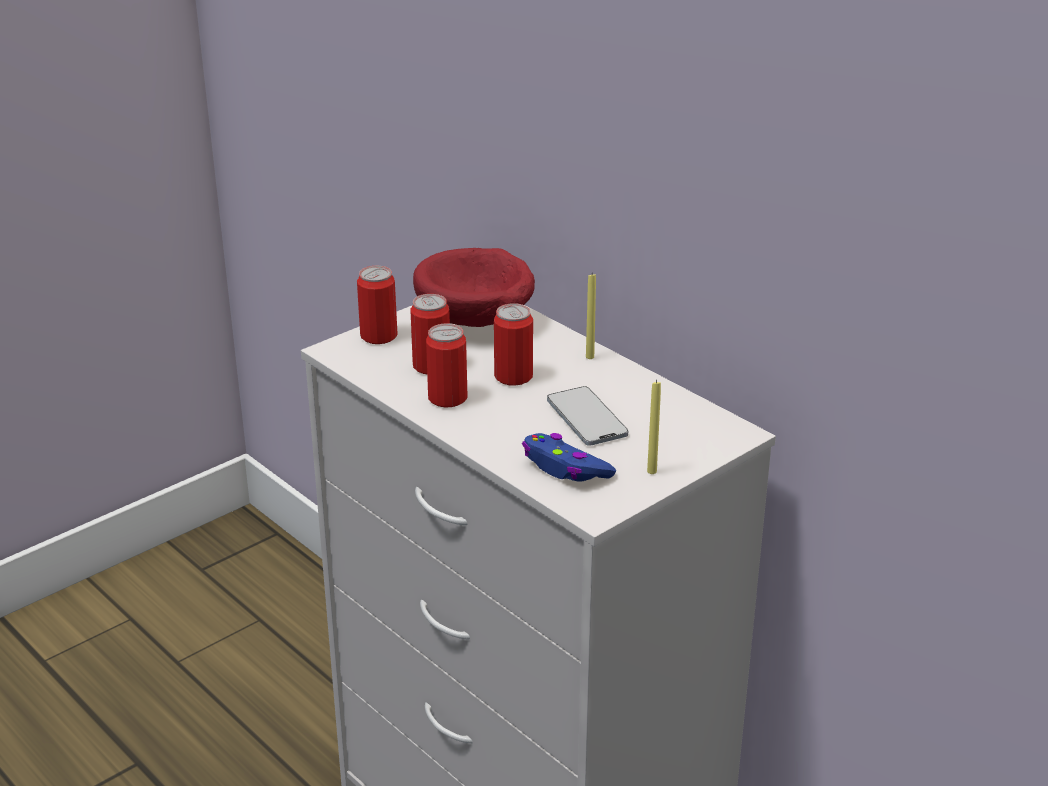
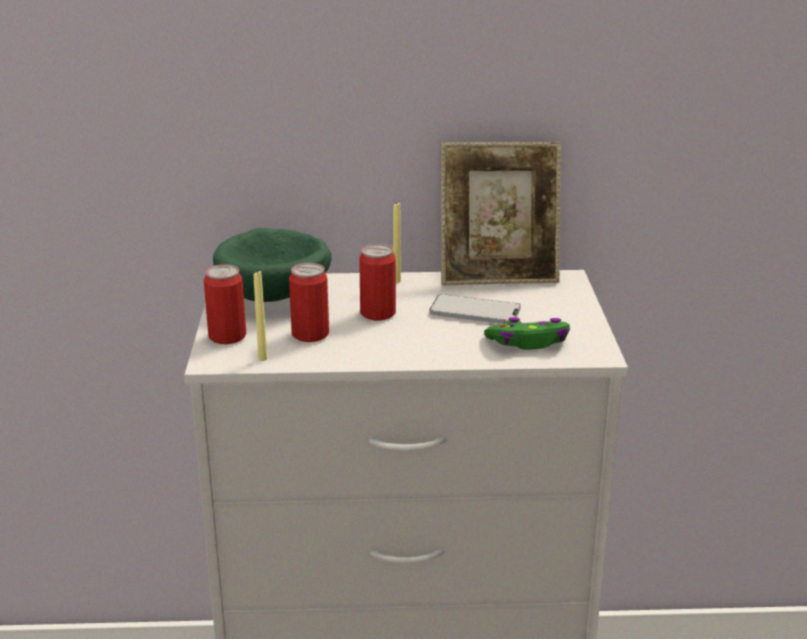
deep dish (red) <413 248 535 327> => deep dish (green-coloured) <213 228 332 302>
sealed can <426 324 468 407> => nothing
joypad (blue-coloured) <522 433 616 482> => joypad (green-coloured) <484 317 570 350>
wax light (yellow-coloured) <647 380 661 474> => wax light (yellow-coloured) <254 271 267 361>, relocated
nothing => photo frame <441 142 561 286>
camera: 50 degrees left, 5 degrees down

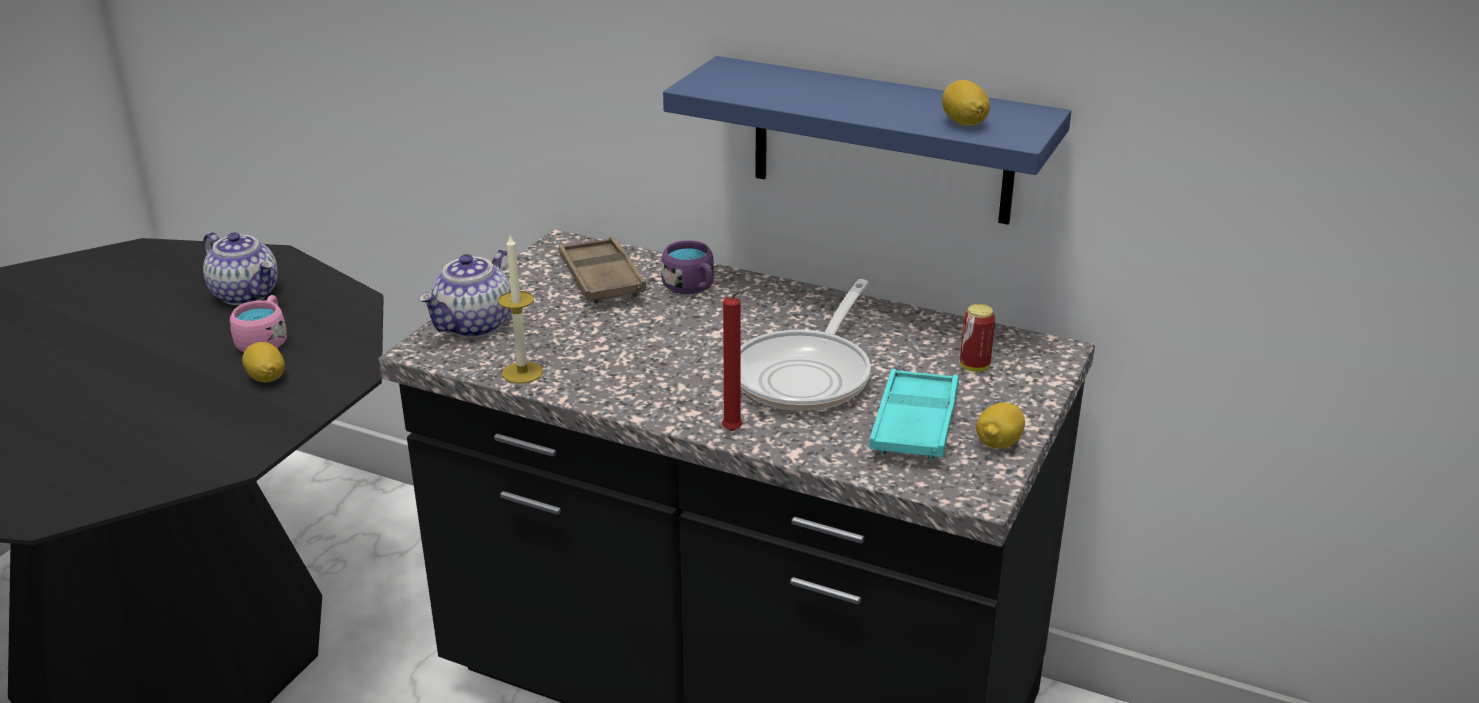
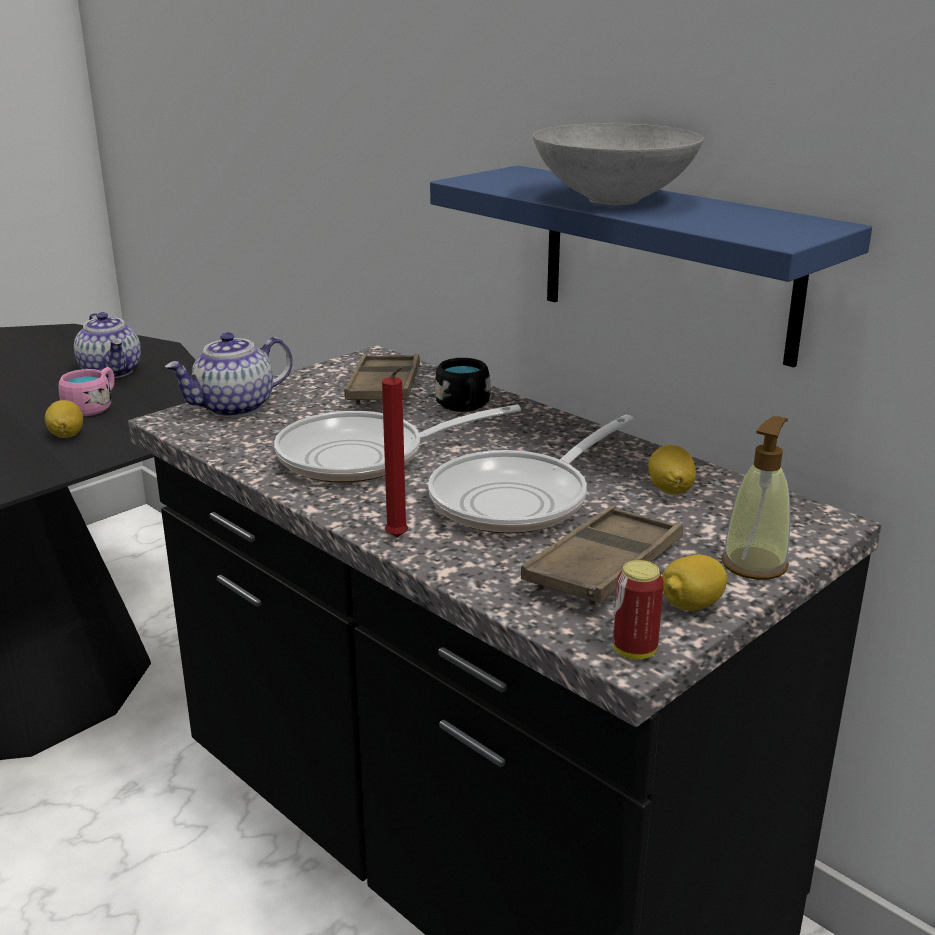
wax light <498 235 543 383> => nothing
coffee mug (purplish) <661 240 714 294> => coffee mug (blackish) <435 358 490 412>
serving tray (turquoise-coloured) <869 369 959 460> => serving tray (brown) <521 506 683 606>
citrus fruit <942 80 990 126> => citrus fruit <648 445 696 494>, relocated
sealed can <960 304 995 372> => sealed can <613 560 664 660>, relocated
nothing => frying pan <274 405 521 483>
nothing => deep dish (grey) <533 123 703 205>
nothing => soap dispenser <721 416 790 580>
camera: 20 degrees right, 5 degrees down

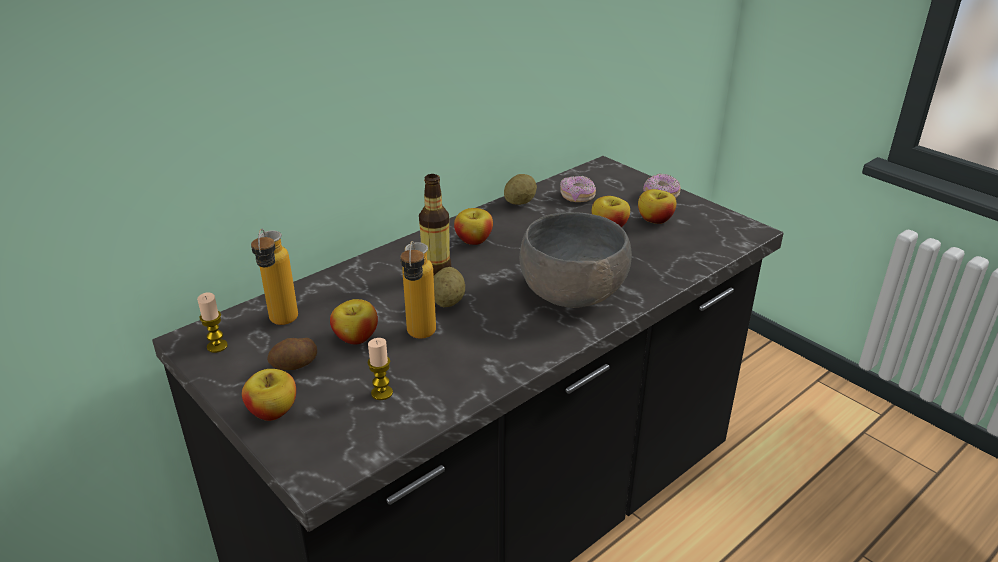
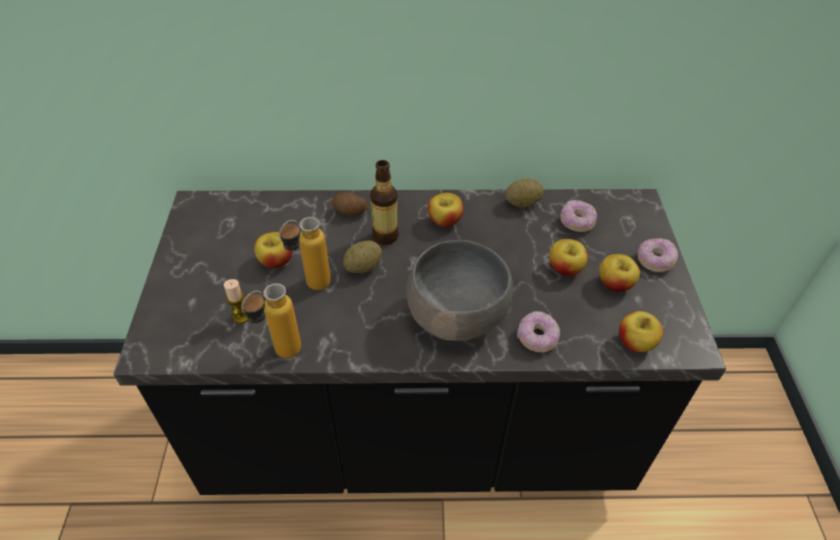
wax light <197 293 228 353> => nothing
apple fruit <242 369 296 421> => apple fruit <619 311 663 353>, relocated
bottle <251 228 298 325> => bottle <241 283 301 358>, relocated
whole potato <267 338 317 370> => whole potato <332 192 368 216>, relocated
nothing => ring doughnut <517 311 560 352>
camera: 40 degrees right, 15 degrees up

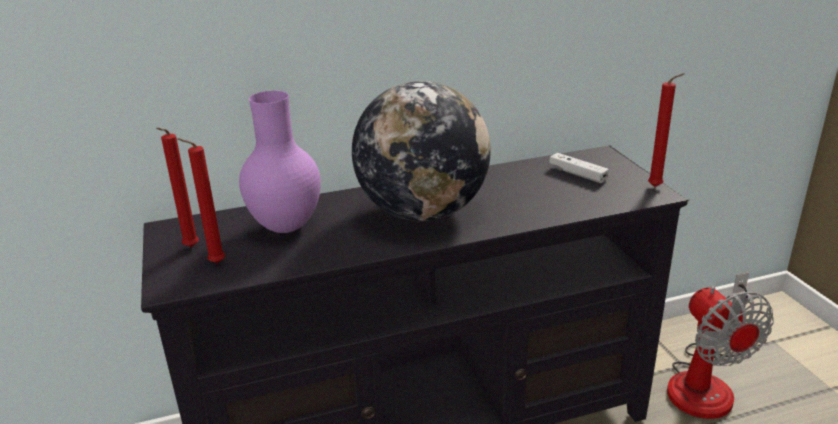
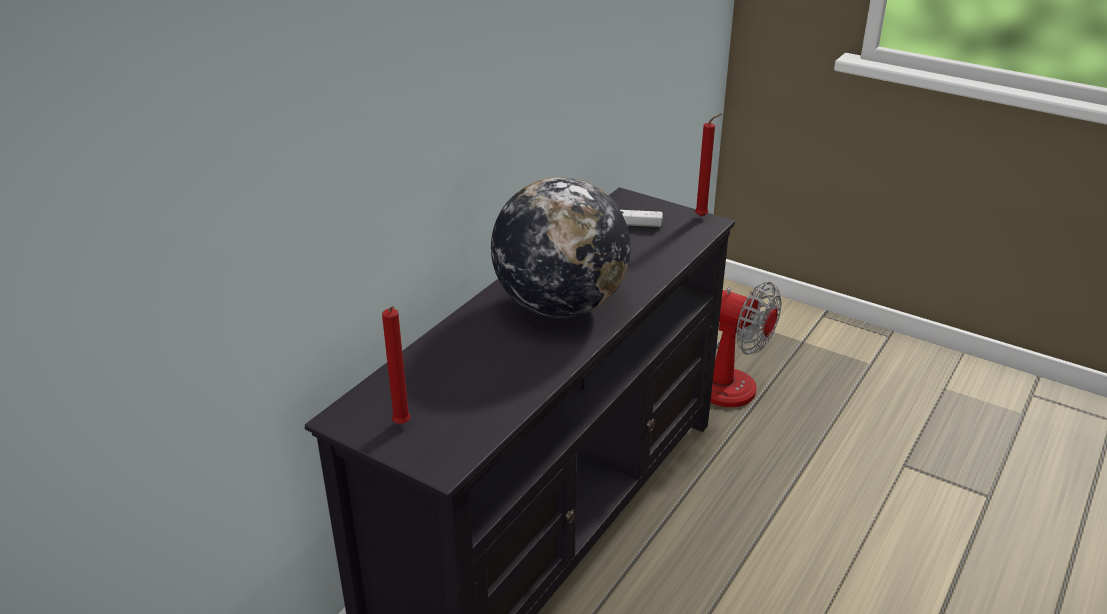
wax light (red) <178 138 225 263> => nothing
flower vase (purplish) <239 91 321 233> => nothing
camera: 40 degrees left, 5 degrees up

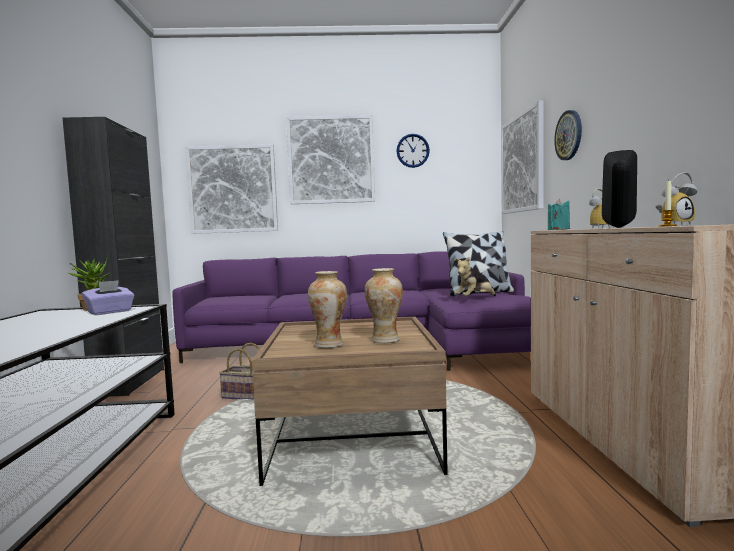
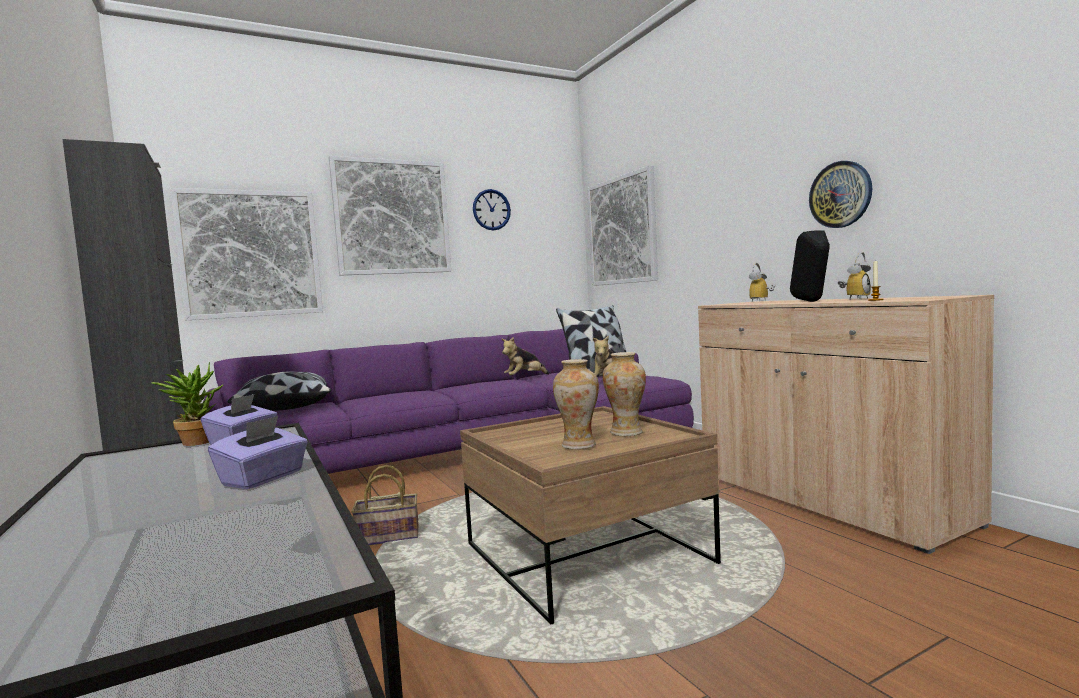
wax light (turquoise-coloured) <548 199 570 230> => nothing
wall clock <554 110 582 160> => wall clock <809 161 872 228>, relocated
nothing => tissue box (purplish) <208 416 308 489>
nothing => pillow <228 372 331 411>
nothing => plush toy <501 337 549 375>
camera: 25 degrees left, 0 degrees up

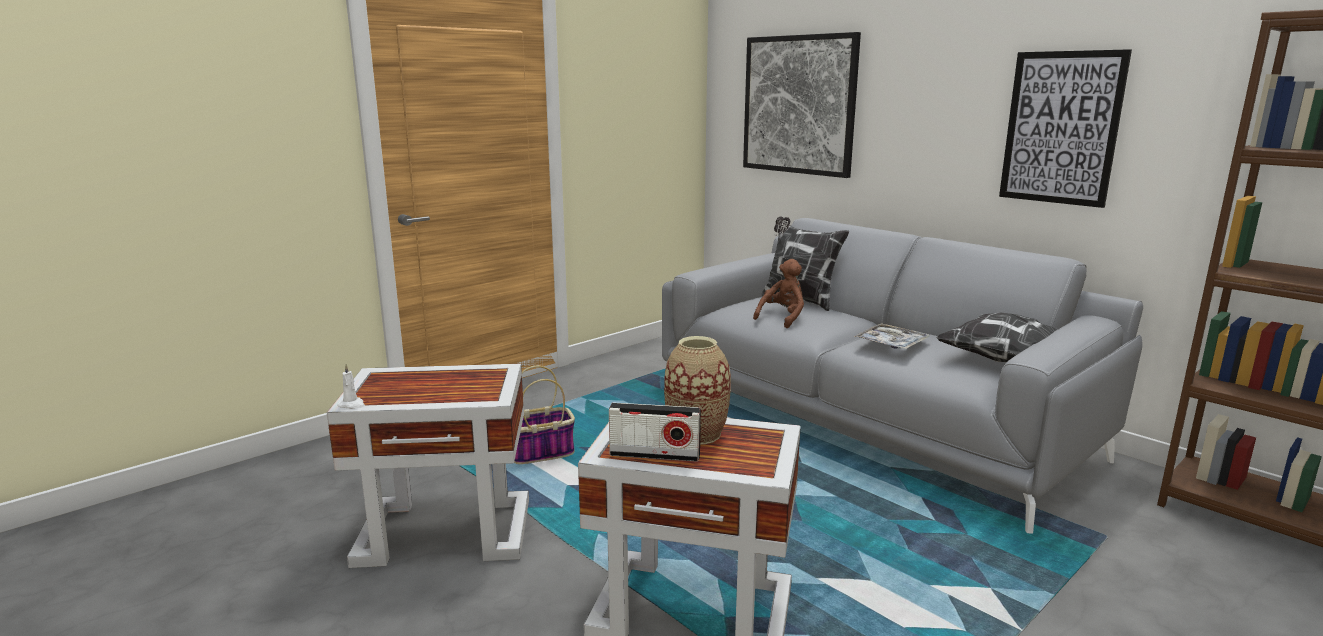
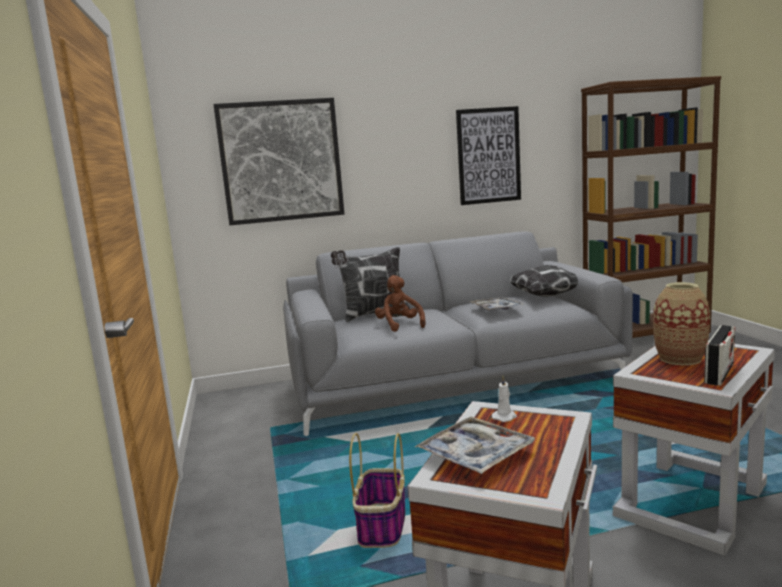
wax light (whitish) <338 364 365 409> => wax light (whitish) <492 376 517 422>, relocated
nothing => serving tray <415 417 535 474>
camera: 60 degrees left, 5 degrees down

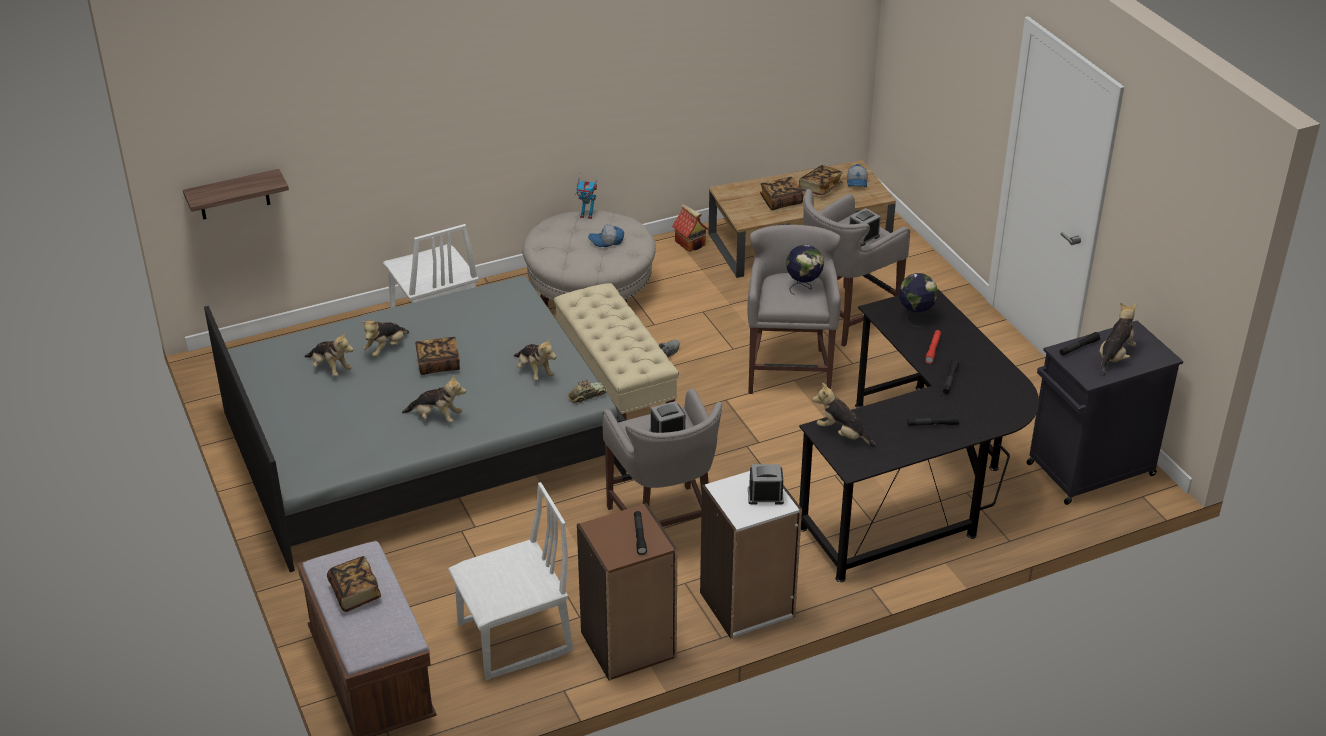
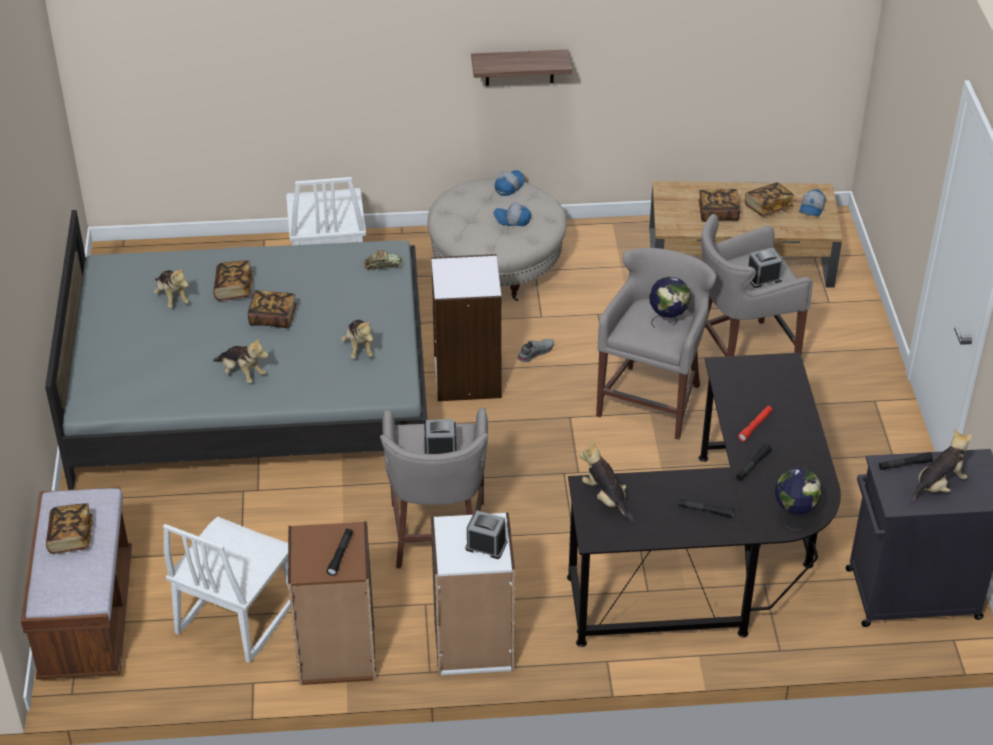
shelf <183 169 289 220> => shelf <471 49 572 86>, relocated
plush toy <361 321 409 357> => book <213 260 253 301>
chair (whitish) <448 482 573 680> => chair (whitish) <163 517 291 663>, 120 degrees clockwise
indoor bench (beige) <554 283 679 420> => shelving unit (whitish) <431 254 502 401>
model car <567 380 607 403> => model car <363 249 402 270>, relocated
toy robot <576 172 597 219> => peaked cap <495 170 524 196>
model house <672 204 708 252> => nothing
desk globe <899 273 938 327> => desk globe <775 468 822 530>, relocated
camera: 20 degrees right, 5 degrees up

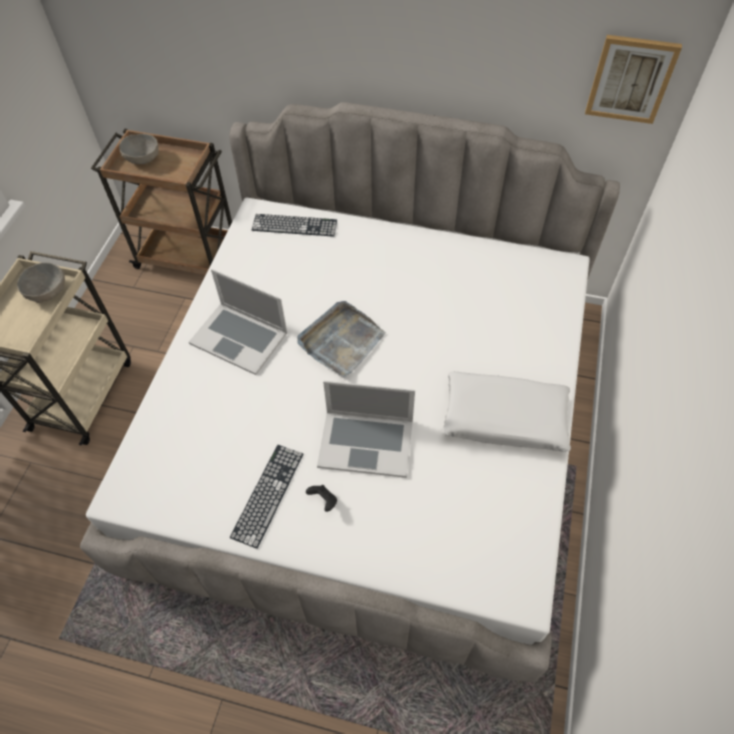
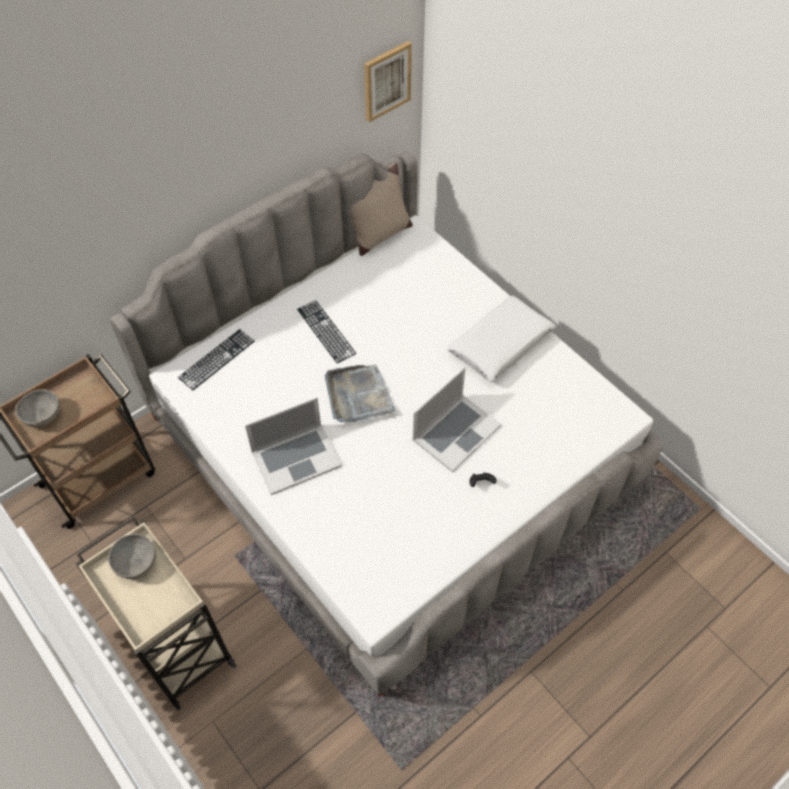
keyboard <230 445 303 549> => keyboard <297 300 356 363>, relocated
nothing => pillow (beige) <350 163 413 256>
camera: 55 degrees left, 0 degrees up

